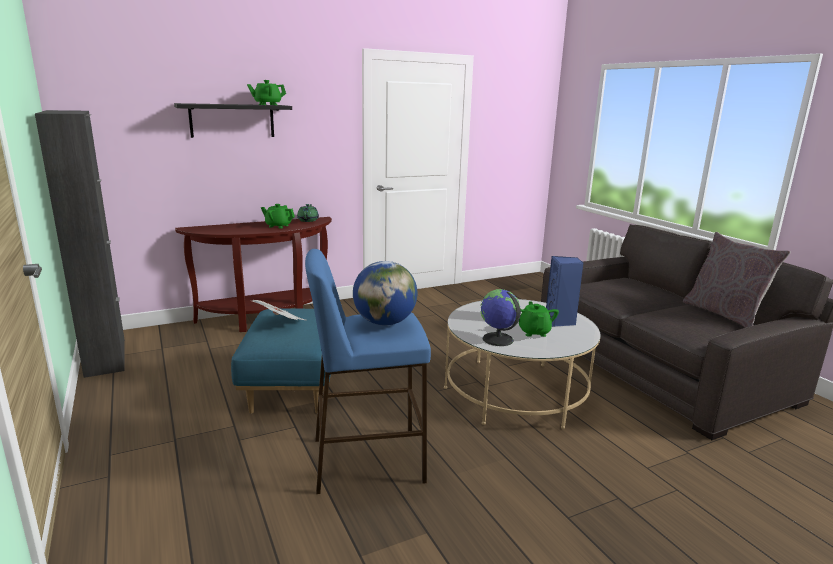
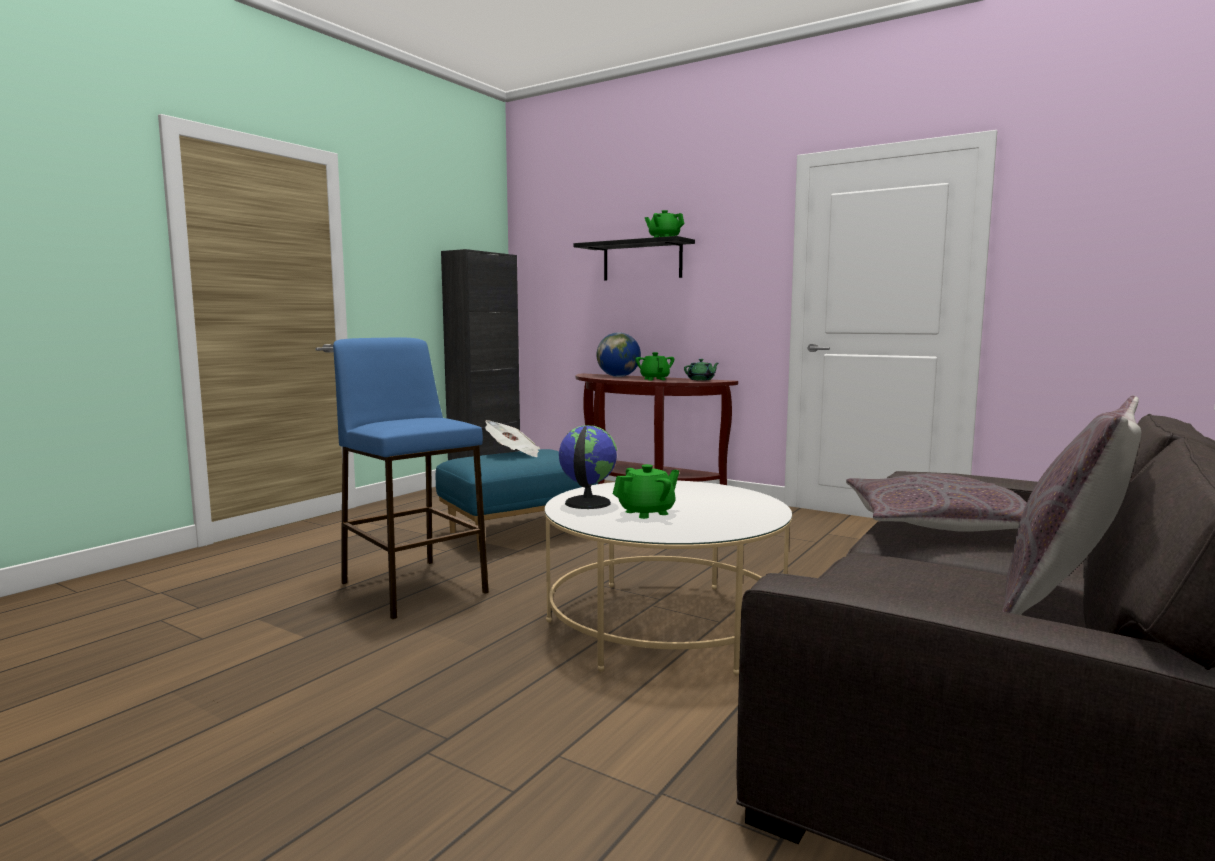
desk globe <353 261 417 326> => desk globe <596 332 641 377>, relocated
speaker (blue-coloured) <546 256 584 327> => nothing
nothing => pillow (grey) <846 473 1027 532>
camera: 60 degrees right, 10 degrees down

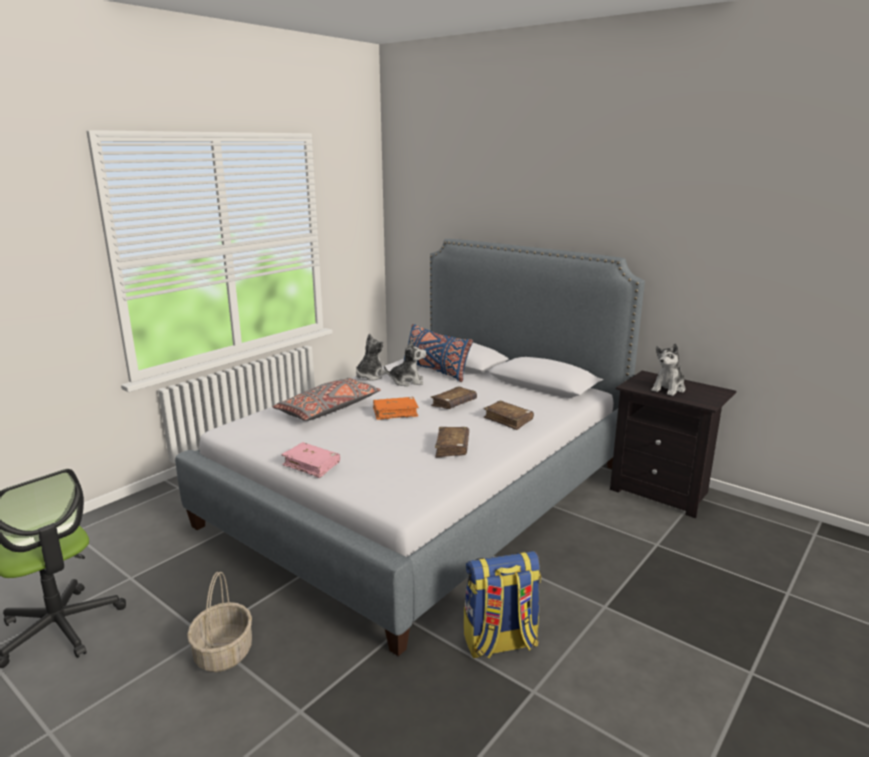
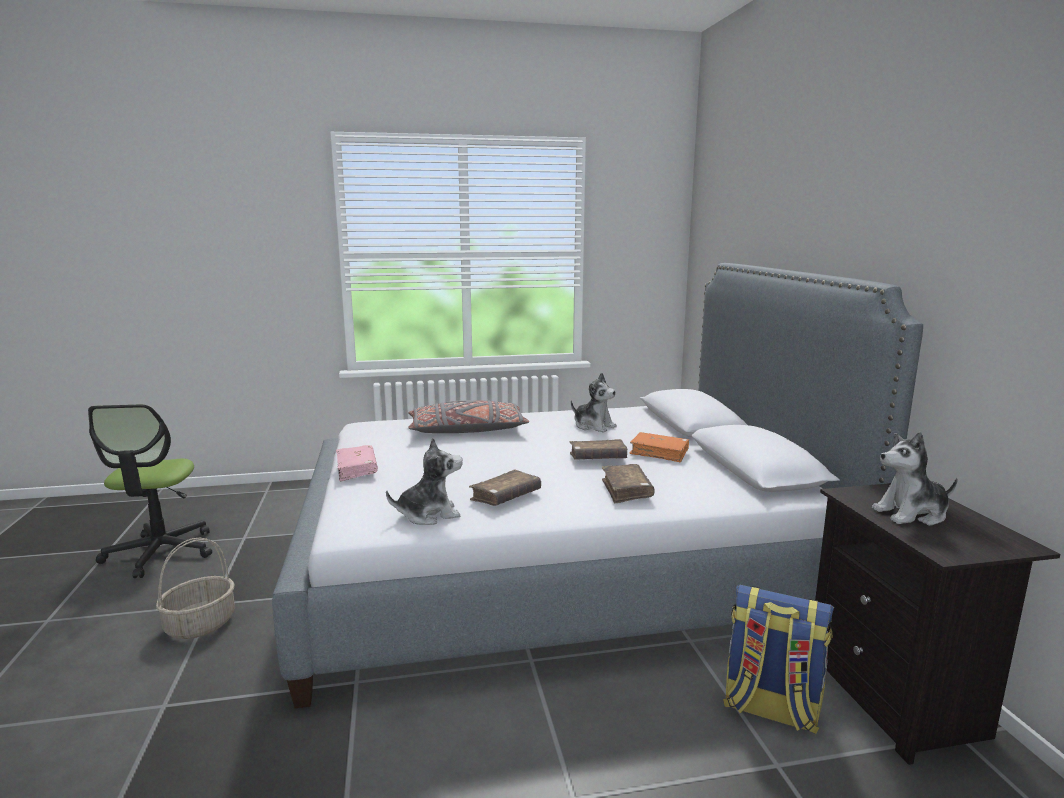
plush toy <356 333 386 381> => plush toy <386 438 463 525>, relocated
book (orangey) <373 397 419 420> => book (orangey) <630 432 689 462>, relocated
pillow (blue-coloured) <404 324 473 382> => nothing
backpack <464 551 541 659> => backpack <723 585 834 734>, relocated
camera: 40 degrees right, 5 degrees down

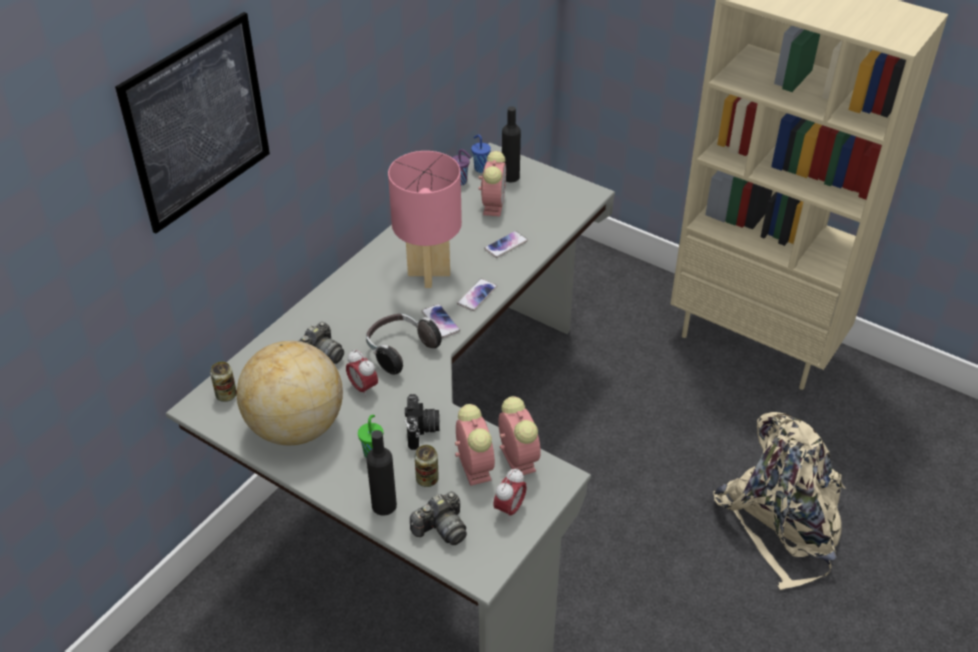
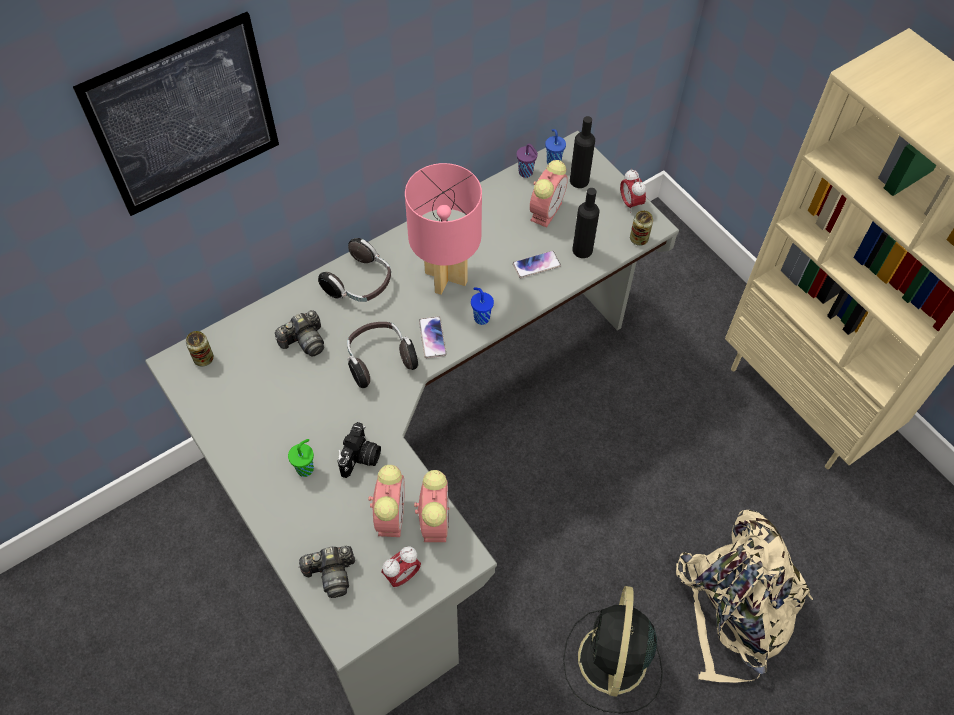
desk globe <237 341 343 445> => nothing
alarm clock <346 350 378 398> => alarm clock <620 169 646 213>, relocated
bottle (blackish) <366 430 397 516> => bottle (blackish) <572 188 599 258>, relocated
sealed can <415 445 439 487> => sealed can <630 210 653 246>, relocated
telephone <457 279 497 311> => small cup (blue-coloured) <471 287 494 325>
nothing => headset <318 238 391 302>
nothing => cooling fan (blackish) <563 586 663 713>
camera: 20 degrees right, 15 degrees up

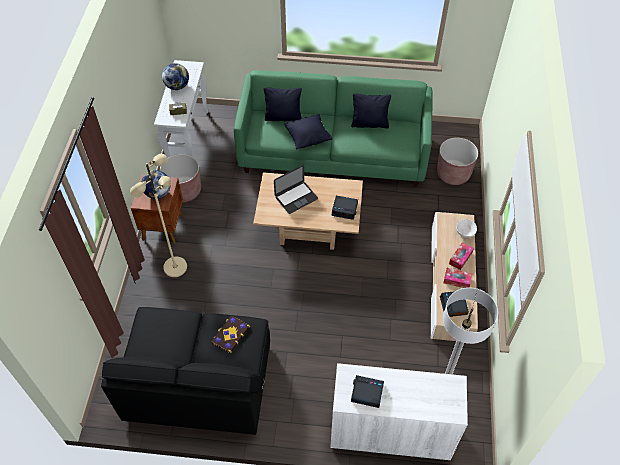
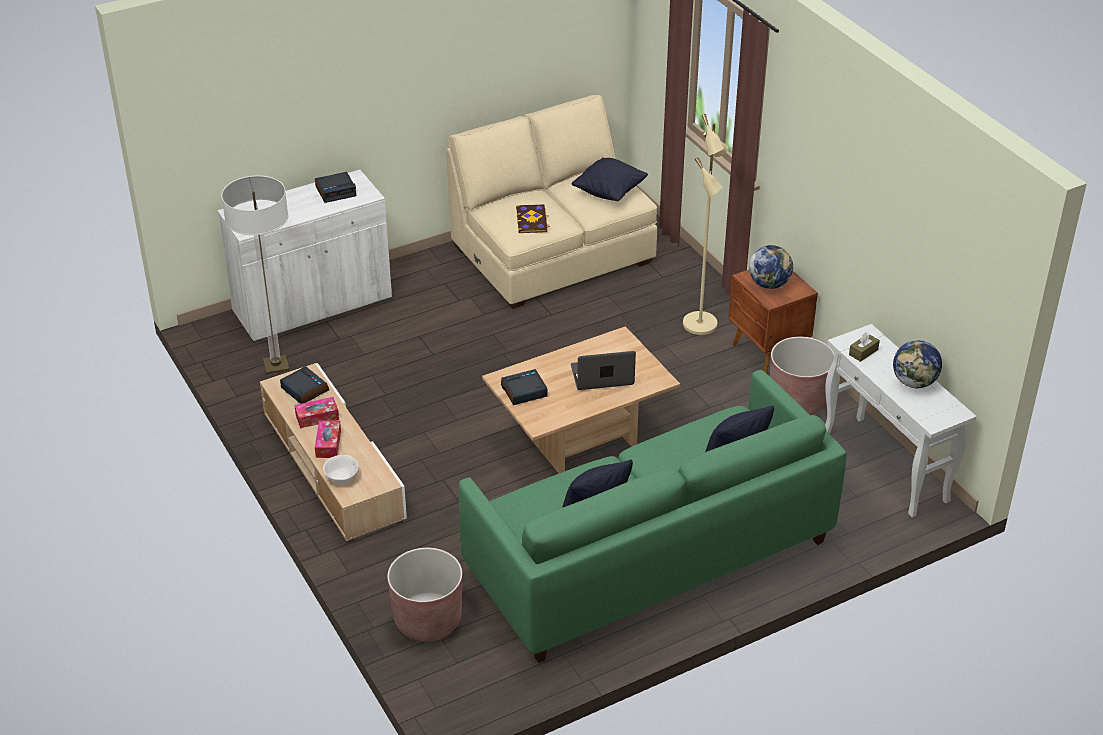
couch (blackish) <101 307 270 435> => couch (beige) <446 95 657 309>
portable computer <274 165 318 214> => portable computer <571 351 636 390>, 60 degrees clockwise
pillow (blackish) <284 114 332 149> => pillow (blackish) <572 158 648 201>, relocated
camera: 145 degrees right, 15 degrees down

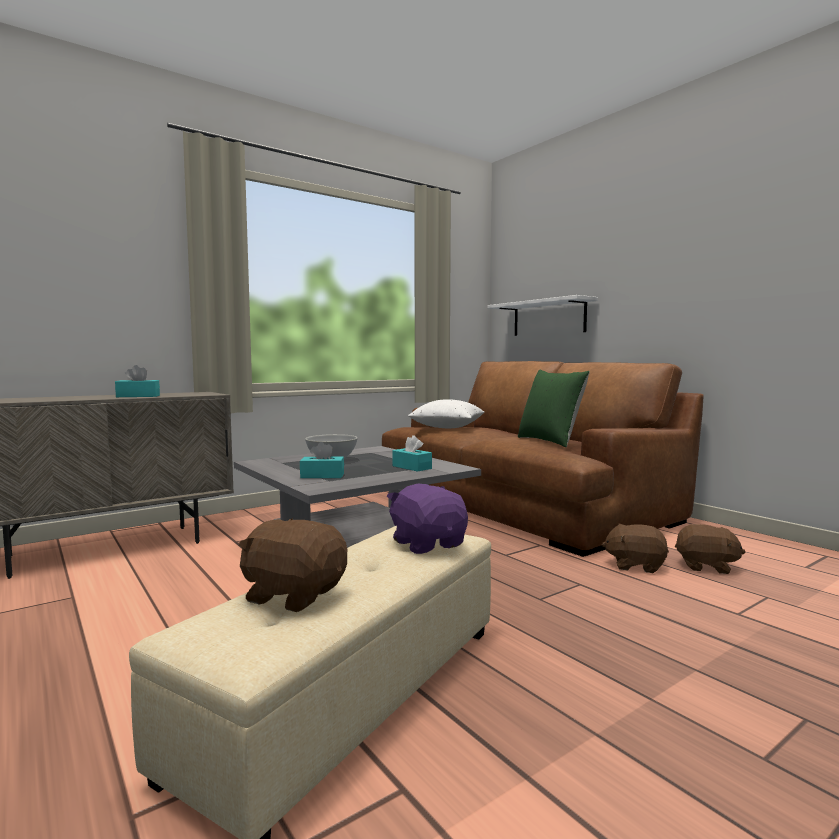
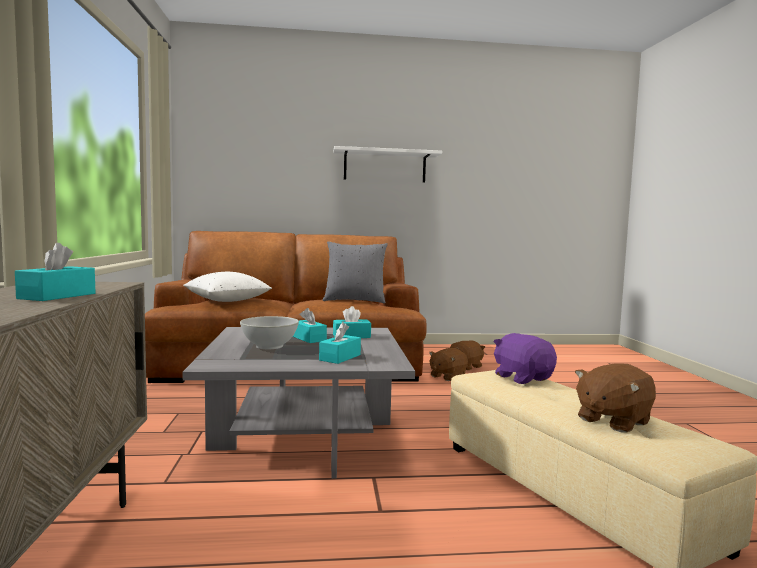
plush toy (purplish) <387 484 468 554> => plush toy (purplish) <493 333 557 384>, 60 degrees clockwise
shelf (whitish) <488 295 598 336> => shelf (whitish) <334 146 442 182>, relocated
pillow (green-coloured) <518 370 590 447> => pillow (grey) <323 241 388 303>
nothing => tissue box (turquoise-coloured) <293 308 327 343>
camera: 60 degrees left, 0 degrees up

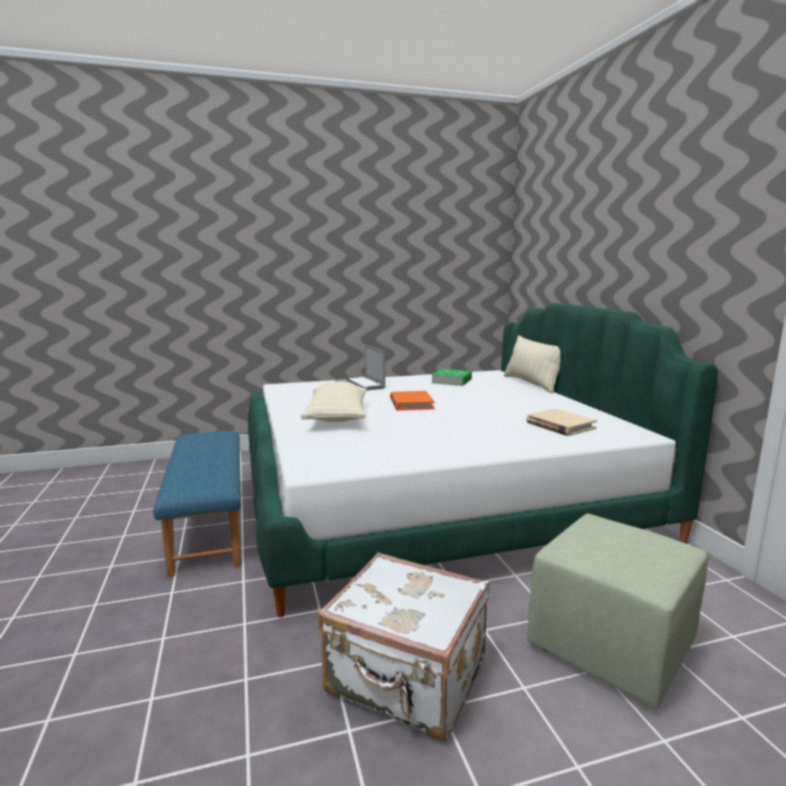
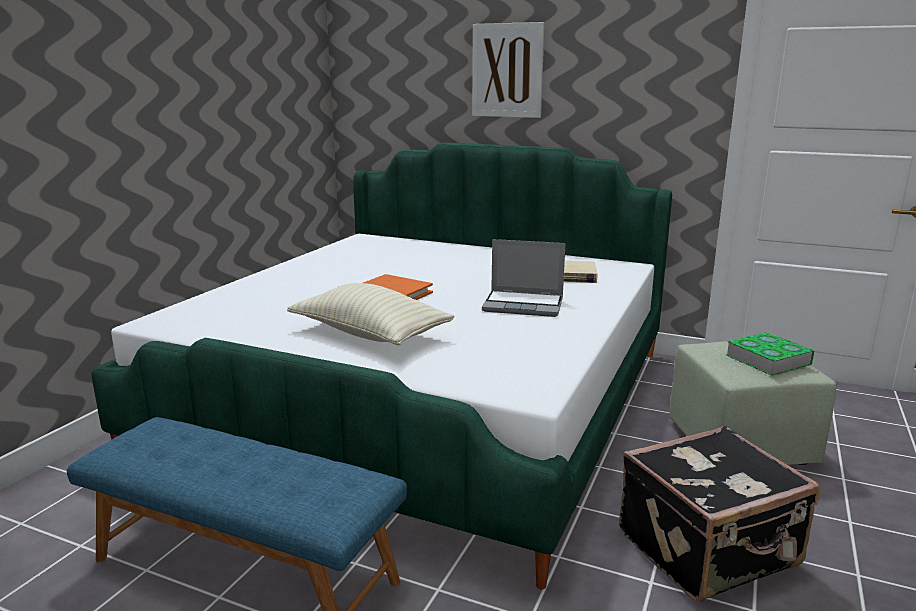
piece of luggage (whitish) <318 552 489 741> => piece of luggage (blackish) <619 426 820 602>
portable computer <335 345 386 391> => portable computer <482 239 566 317>, relocated
book <432 369 472 386> => book <726 332 814 376>, relocated
pillow (beige) <504 335 560 393> => nothing
nothing => wall picture <472 22 545 118>
camera: 50 degrees left, 5 degrees up

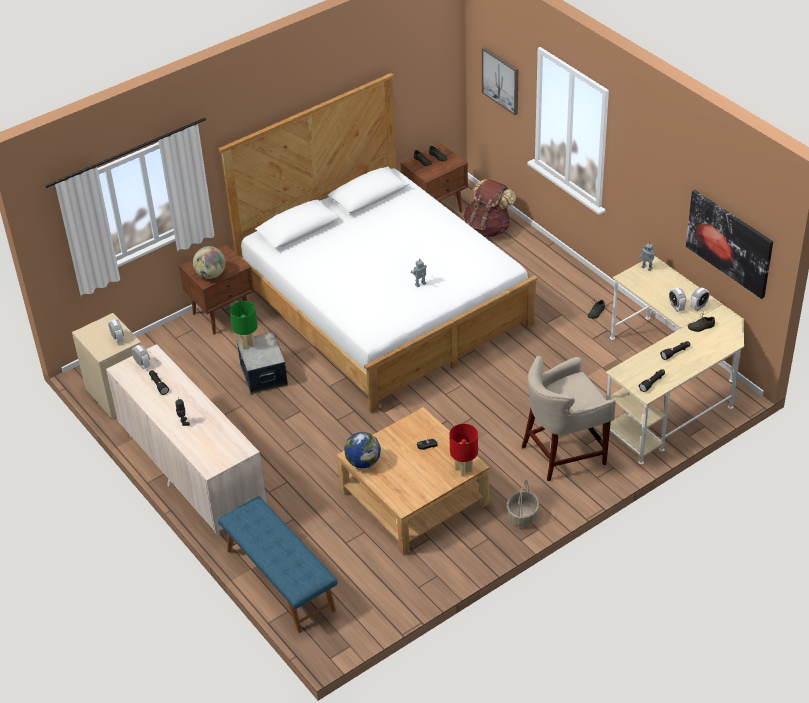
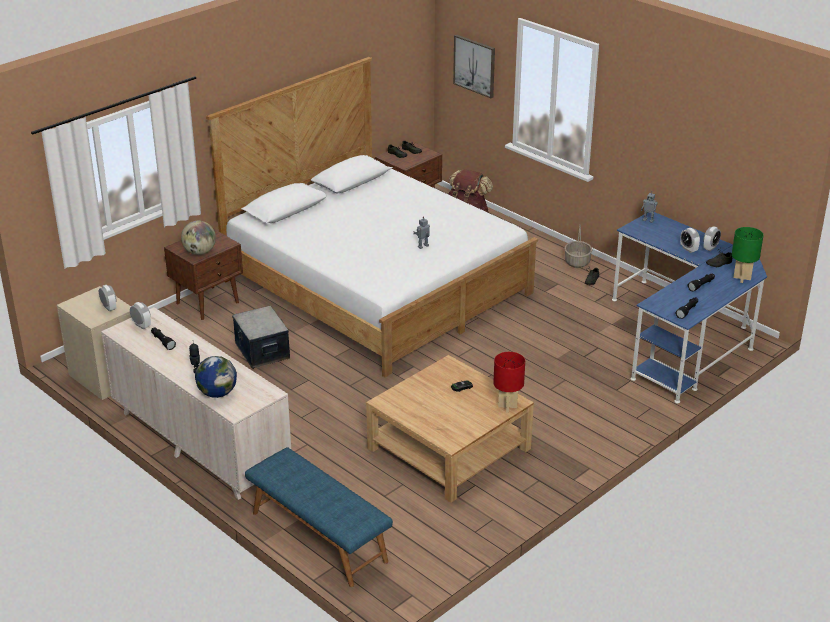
tabletop lamp (green-coloured) <230 301 258 350> => tabletop lamp (green-coloured) <732 227 764 283>, relocated
desk globe <344 432 381 468> => desk globe <195 356 237 398>, relocated
household basket <507 479 539 526> => household basket <564 224 592 268>, relocated
stool seat (beige) <522 356 616 481> => nothing
desk table (beige) <606 256 744 465> => desk table (blue-coloured) <612 212 767 403>
wall picture <686 190 773 299> => nothing
camera: 10 degrees left, 10 degrees down

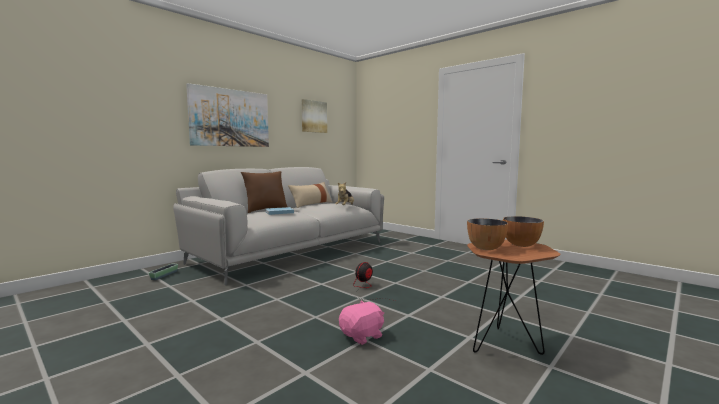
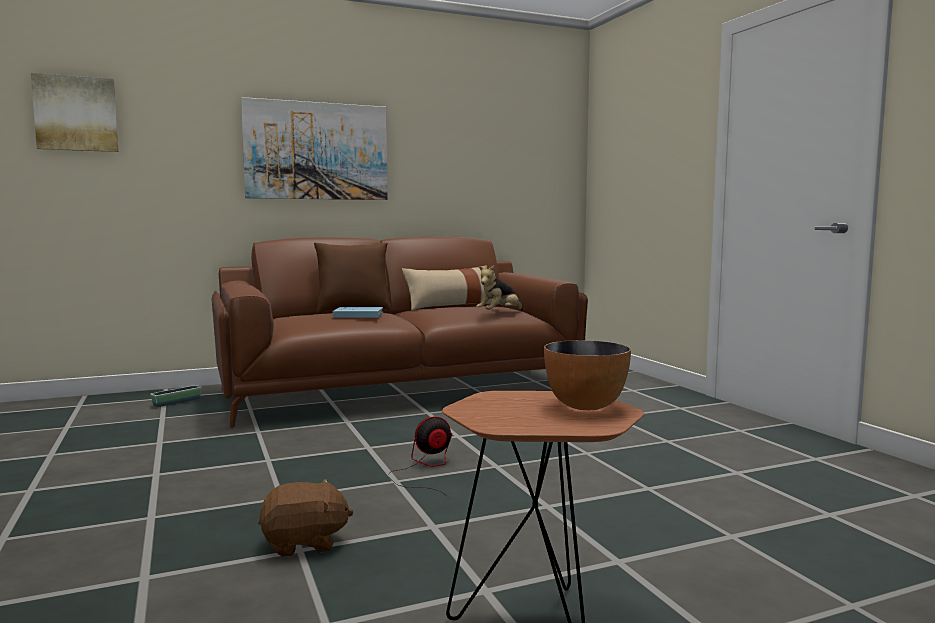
couch (grey) <173 167 384 285> => couch (brown) <212 237 588 428>
wall picture <302 99 327 133> => wall picture <31 73 119 152>, relocated
plush toy (pink) <339 301 384 345> => plush toy (brown) <258 479 354 557>
deep dish <467 218 508 250> => nothing
camera: 25 degrees right, 0 degrees up

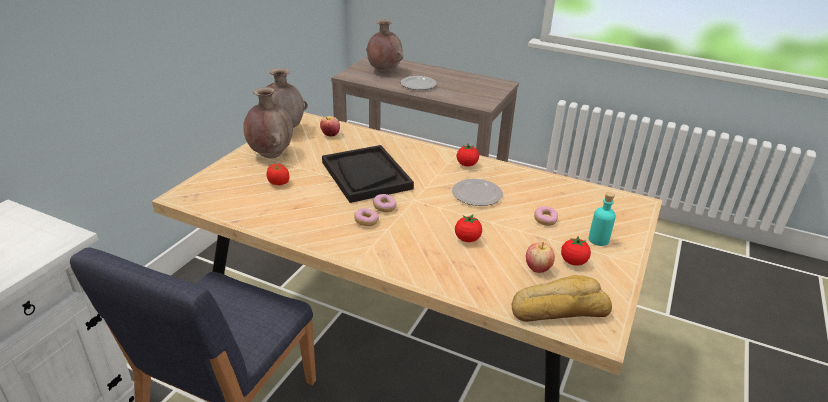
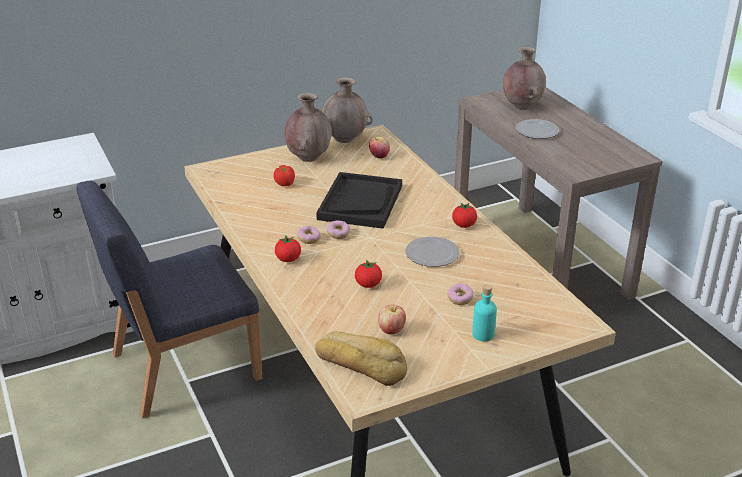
whole tomato <561 236 591 266> => whole tomato <275 235 301 262>, relocated
camera: 40 degrees right, 0 degrees up

